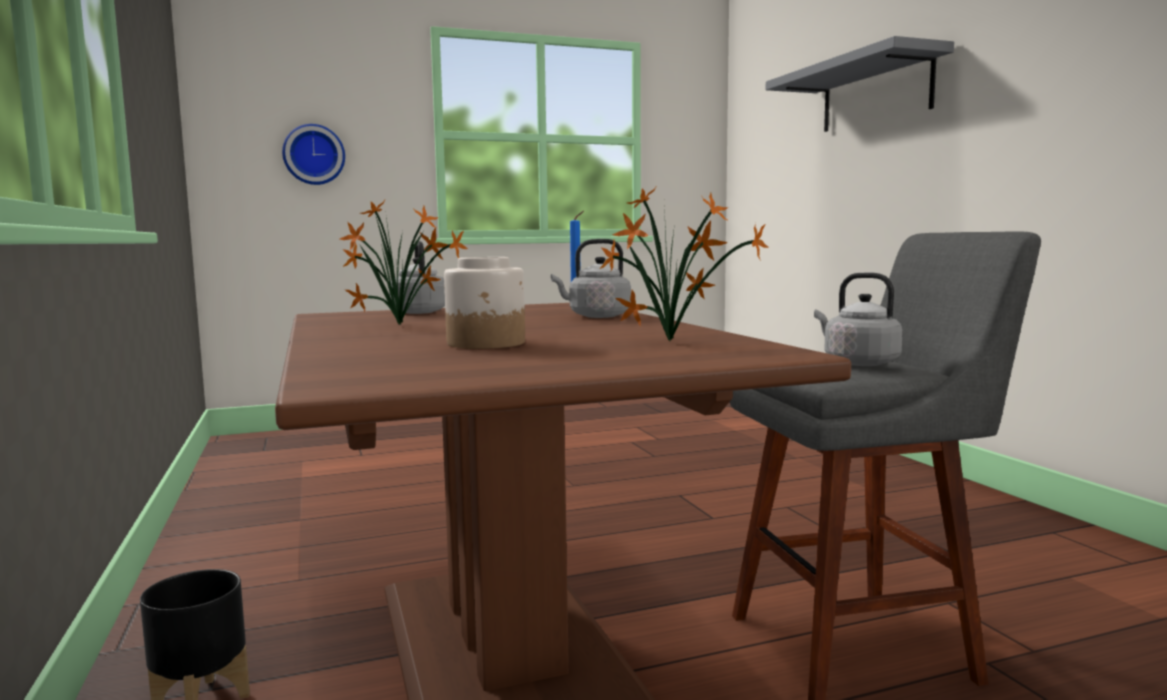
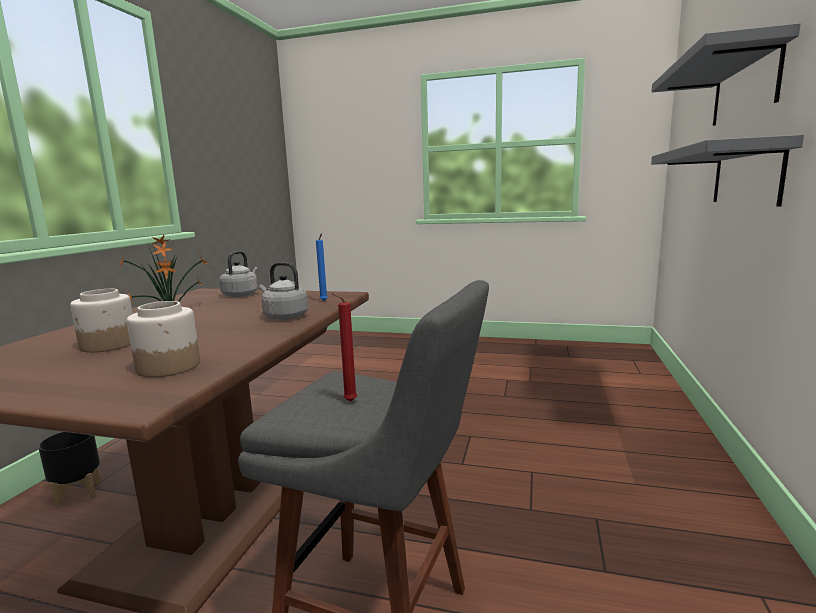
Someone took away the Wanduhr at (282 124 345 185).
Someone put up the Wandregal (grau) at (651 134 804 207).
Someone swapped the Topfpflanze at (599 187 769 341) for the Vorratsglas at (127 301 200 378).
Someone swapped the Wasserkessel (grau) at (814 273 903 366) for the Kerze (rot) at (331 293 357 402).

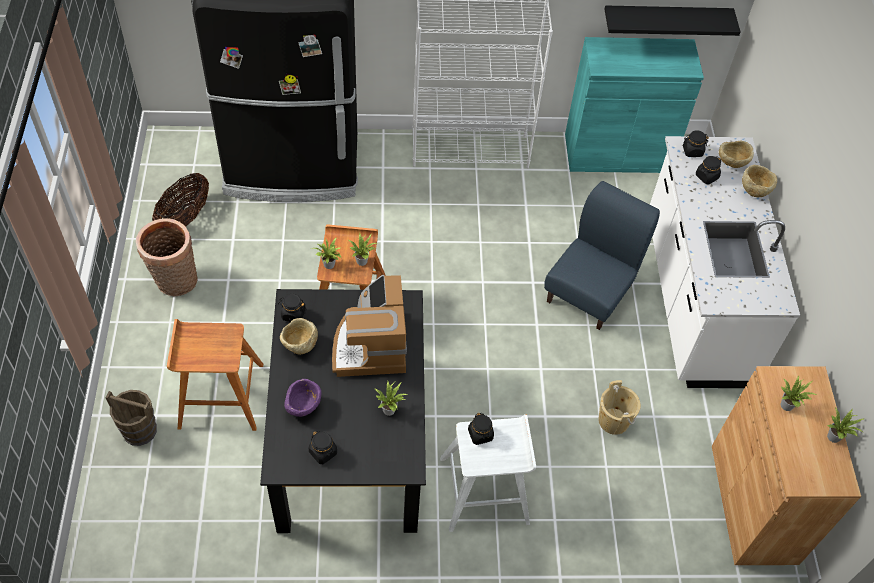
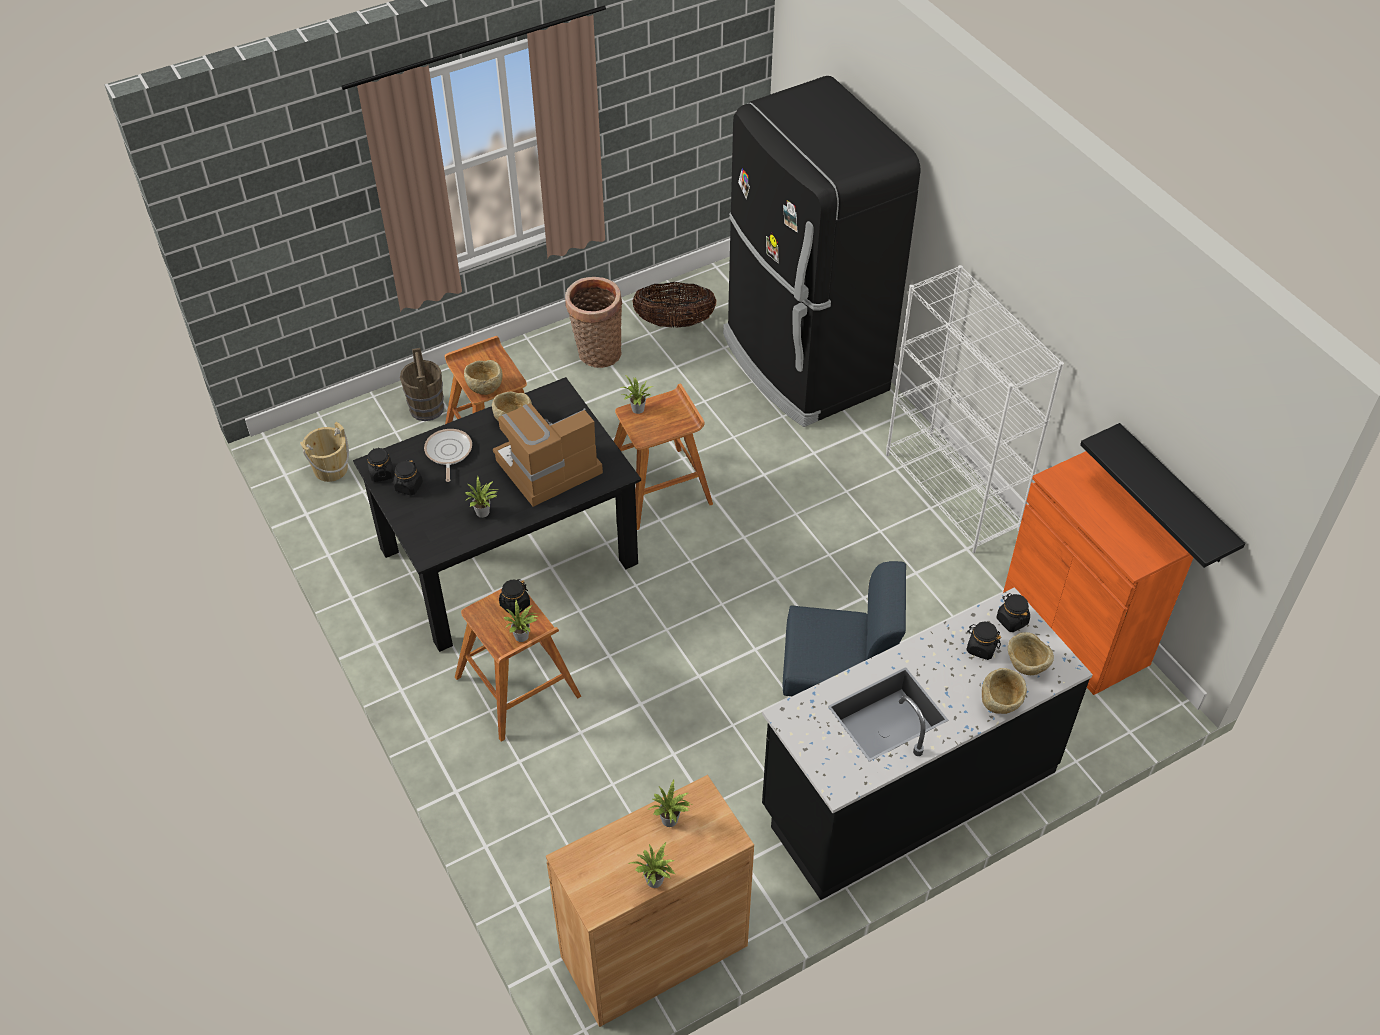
Someone put down the Schüssel (beige) at (464 360 503 395).
Someone carried the Vorratsglas (schwarz) from (278 294 307 322) to (367 447 394 482).
Someone carried the Topfpflanze from (349 233 377 266) to (503 600 539 642).
Someone carried the Eimer (beige) from (598 380 641 435) to (300 422 349 482).
Someone swapped the Schüssel (lila) at (284 379 321 417) for the Pfanne at (424 429 472 482).
Someone repainted the Hocker (weiß) at (440 414 536 532), which became the Hocker (braun) at (455 589 581 742).
Someone repainted the Schrank (türkis) at (565 37 704 173), which became the Schrank (orange) at (1003 451 1194 695).
Someone repainted the Küchenzeile (weiß) at (650 136 800 388), which became the Küchenzeile (schwarz) at (762 587 1093 900).

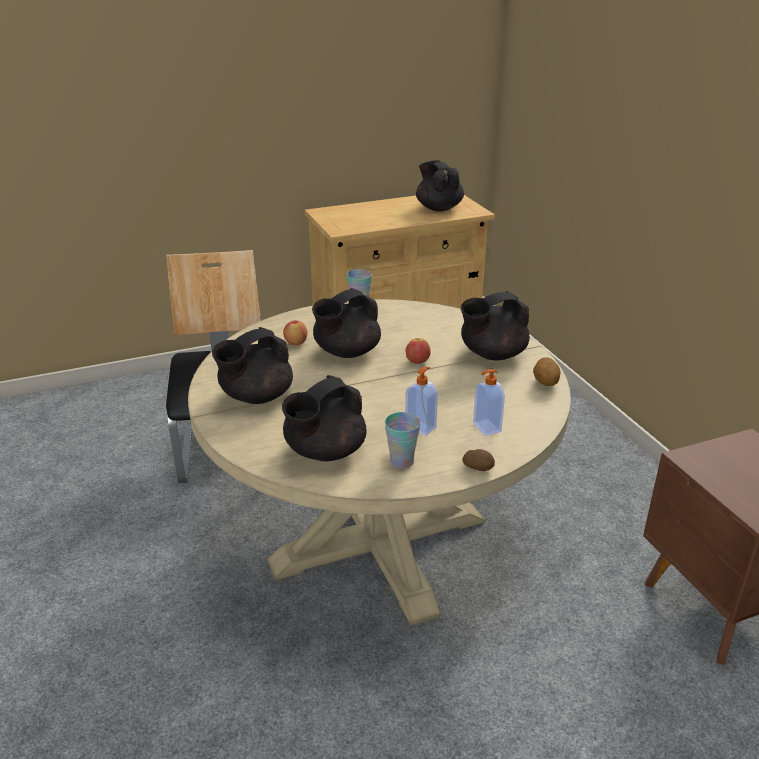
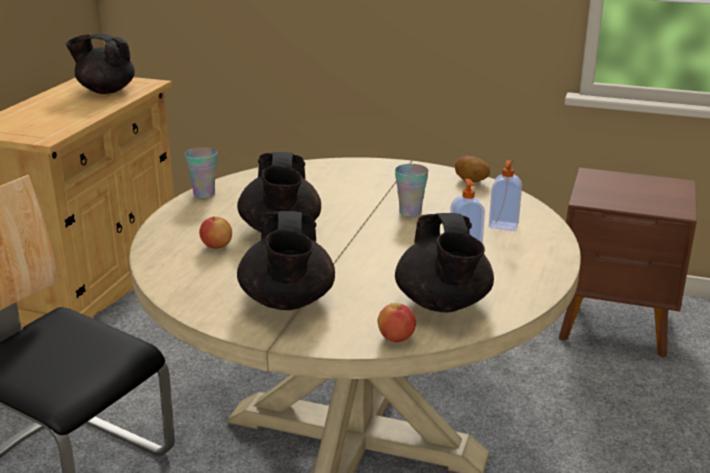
Someone took away the Teekanne (schwarz) at (461 291 530 361).
Someone took away the Kartoffel at (462 449 495 471).
Someone carried the Tasse from (385 412 421 469) to (395 164 428 217).
Someone carried the Apfel from (405 338 431 364) to (378 303 416 342).

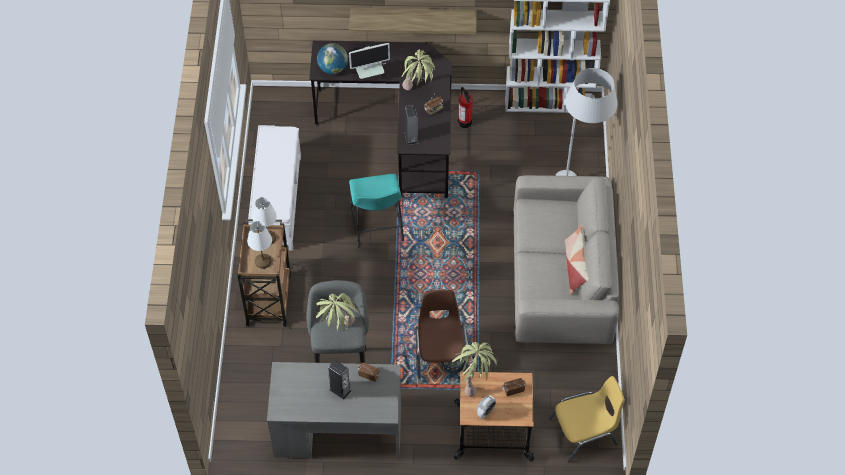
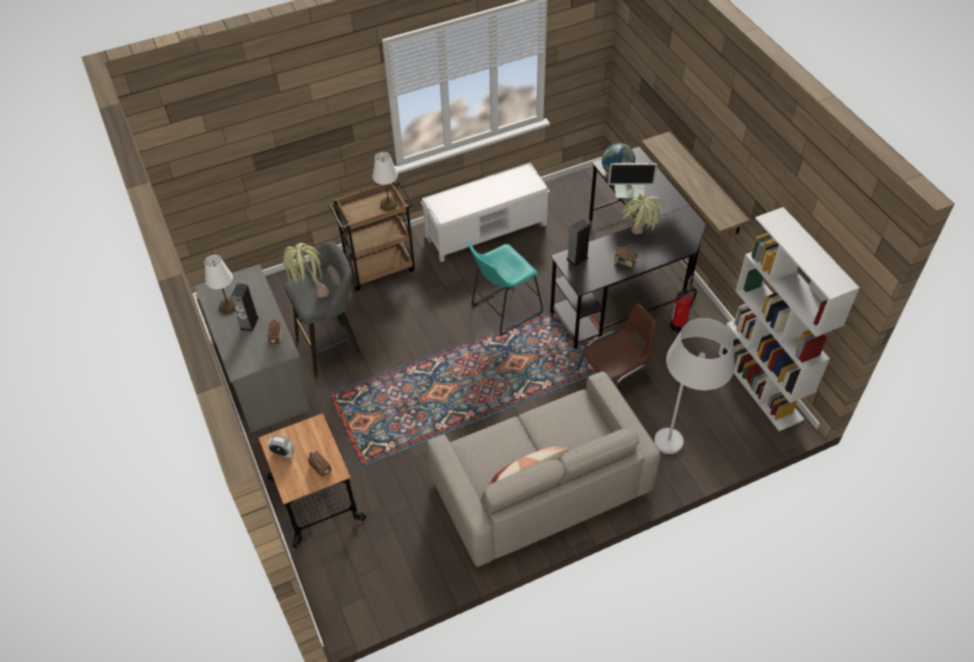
Someone took away the Topfpflanze at (452 342 498 397).
Someone took away the Stuhl (gelb) at (549 376 625 462).
Someone carried the Tischlampe (weiß) from (247 221 272 269) to (204 255 235 314).
Someone carried the Stuhl (braun) from (415 290 469 379) to (576 304 656 387).
Someone rotated the Monitor at (349 43 390 79) by 45 degrees counterclockwise.

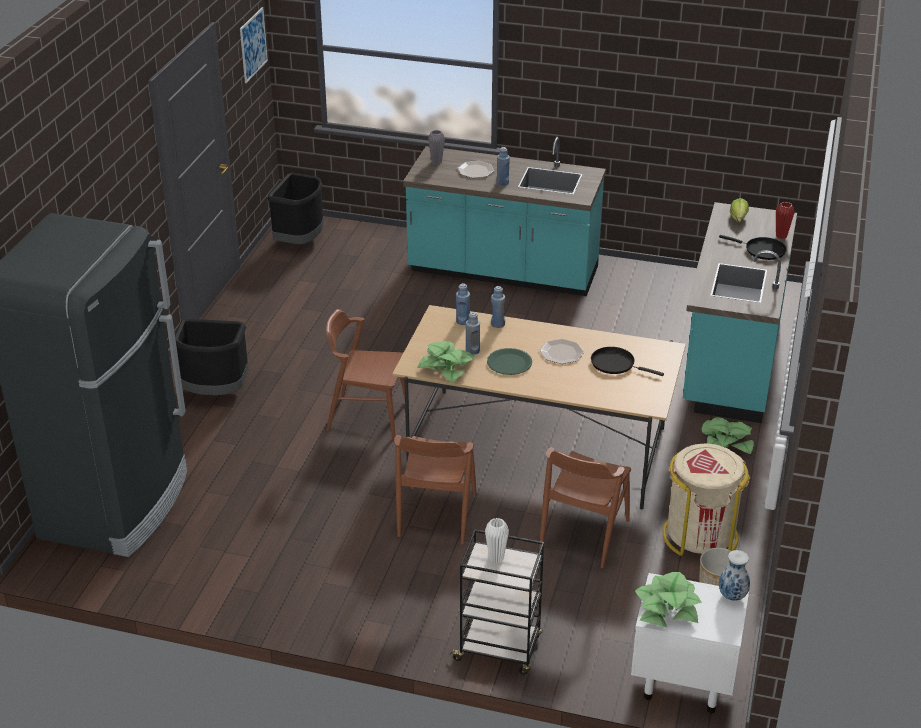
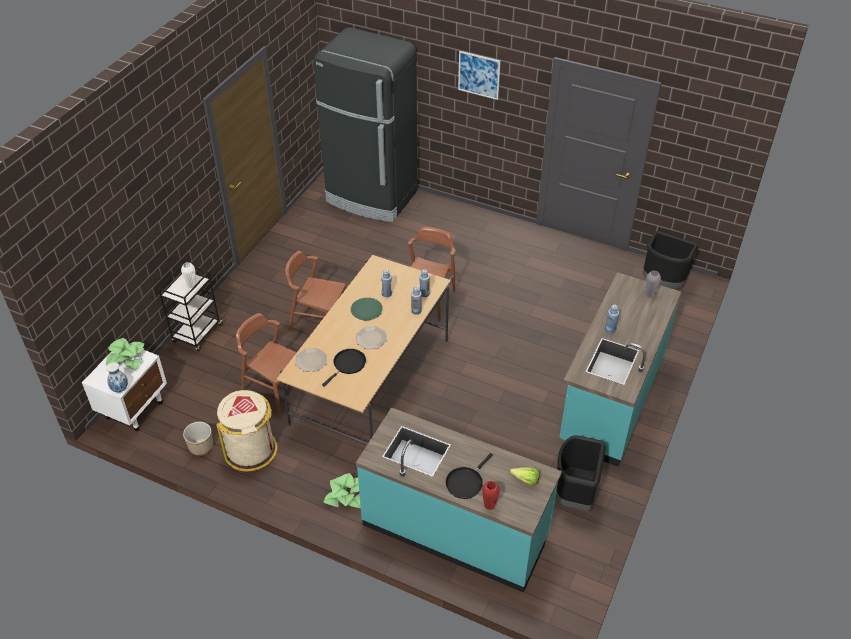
Someone took away the Topfpflanze at (417 341 475 383).
Someone carried the Mülleimer (schwarz) from (175 319 249 395) to (556 435 606 511).
Someone carried the Bild from (240 7 268 83) to (458 51 501 100).
Someone carried the Teller from (458 161 494 178) to (295 348 327 372).

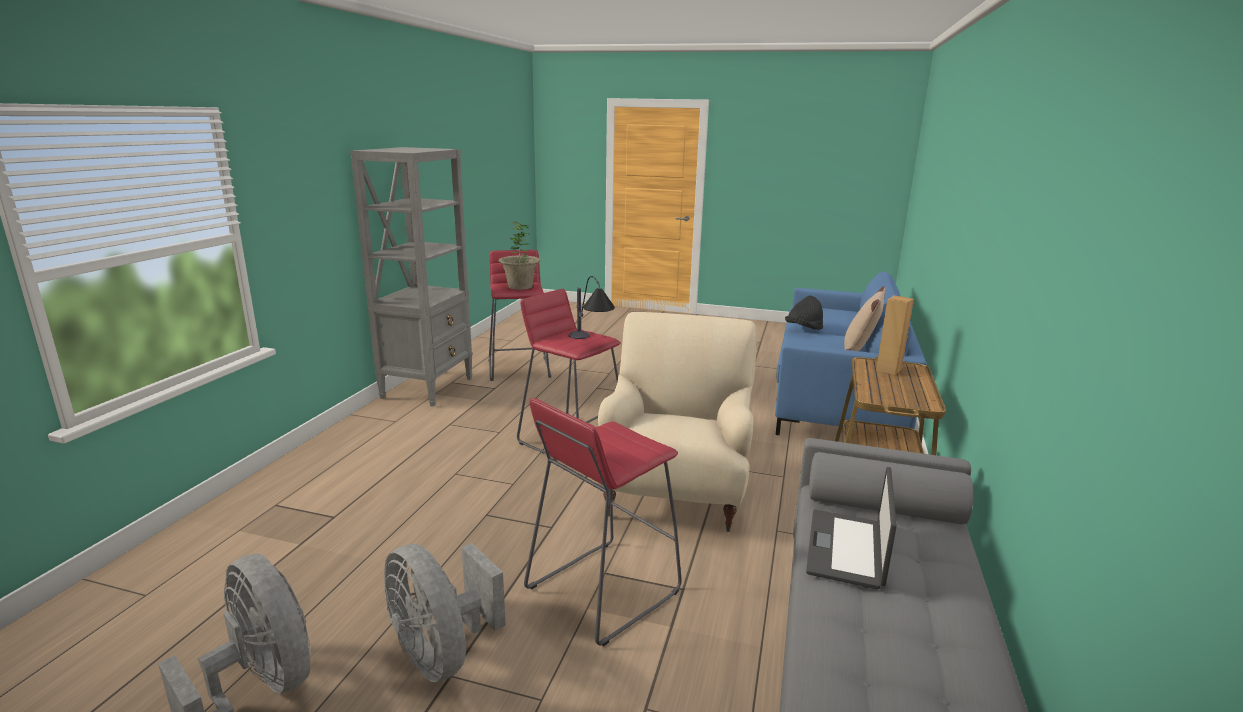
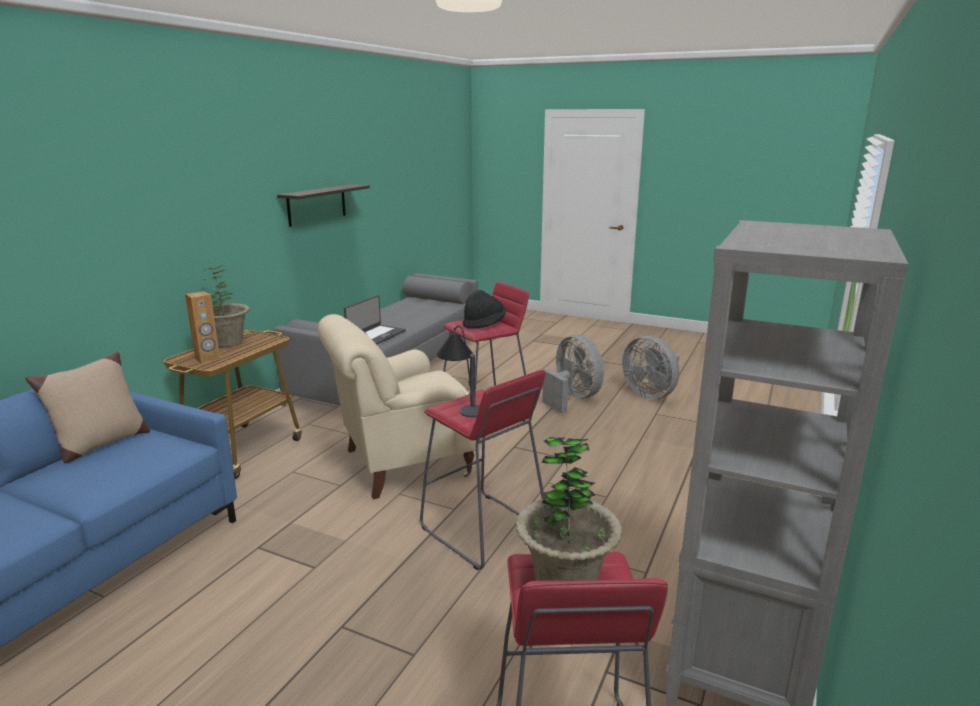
Someone put down the Topfpflanze at (203 265 250 347).
Someone put up the Wandregal at (277 184 370 227).
Someone carried the Hut (schwarz) from (785 296 823 330) to (463 290 506 329).
Someone rotated the Sessel (beige) at (597 312 757 532) by 45 degrees clockwise.

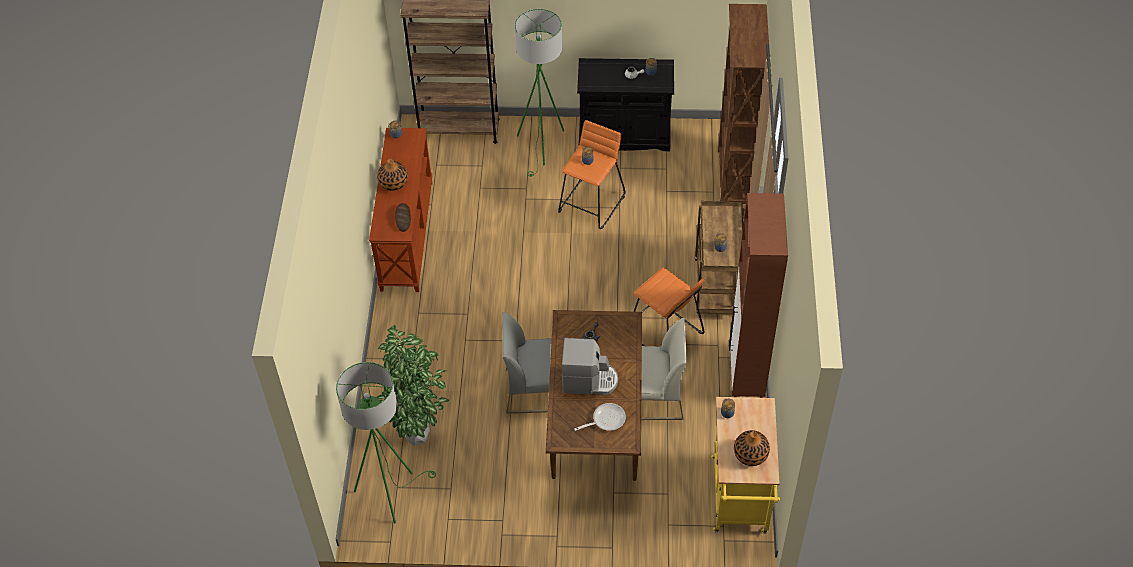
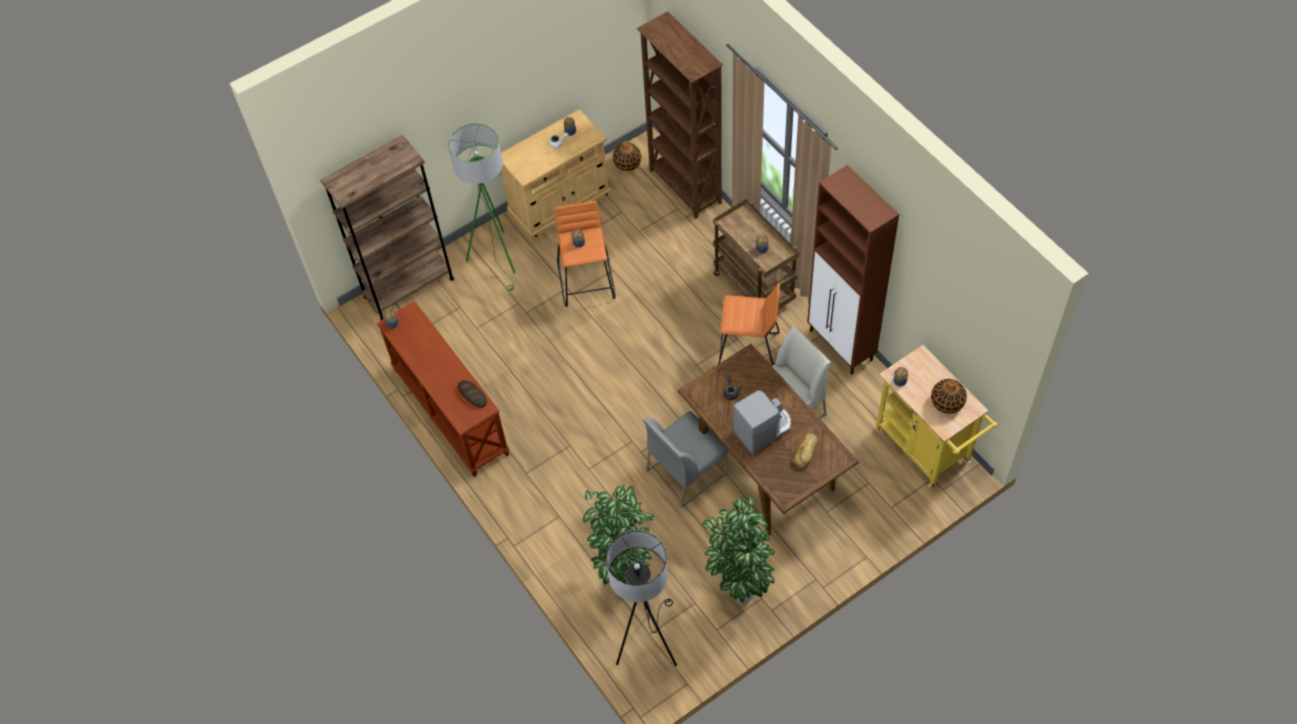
Someone put down the Topfpflanze at (702 494 775 603).
Someone carried the Vase from (377 159 408 191) to (613 141 641 171).
Someone swapped the Pfanne at (574 403 626 431) for the Brot at (793 433 818 469).
Someone repainted the Stehlampe (grün) at (336 362 436 523), which became the Stehlampe (schwarz) at (606 530 677 666).
Someone repainted the Schrank (schwarz) at (577 58 674 151), which became the Schrank (beige) at (501 109 611 241).

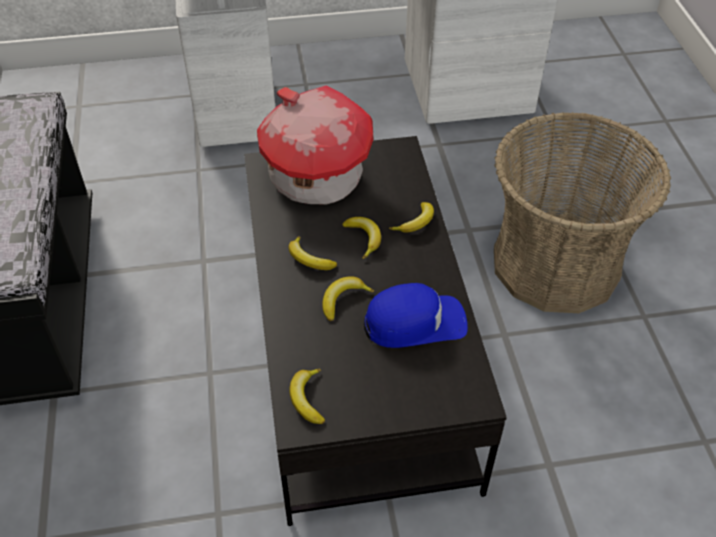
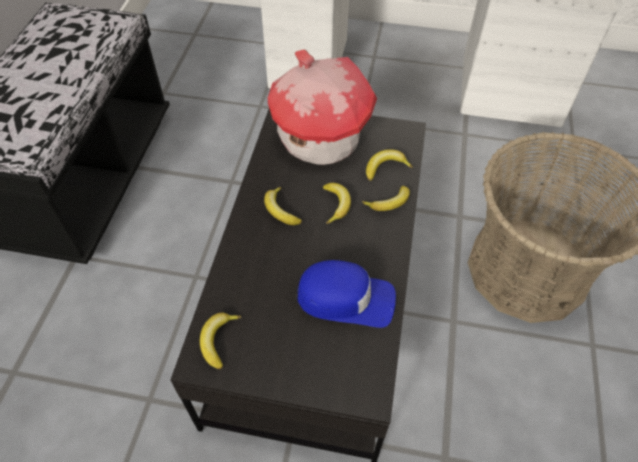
Someone carried the Banane from (322 276 374 321) to (366 149 413 181).

